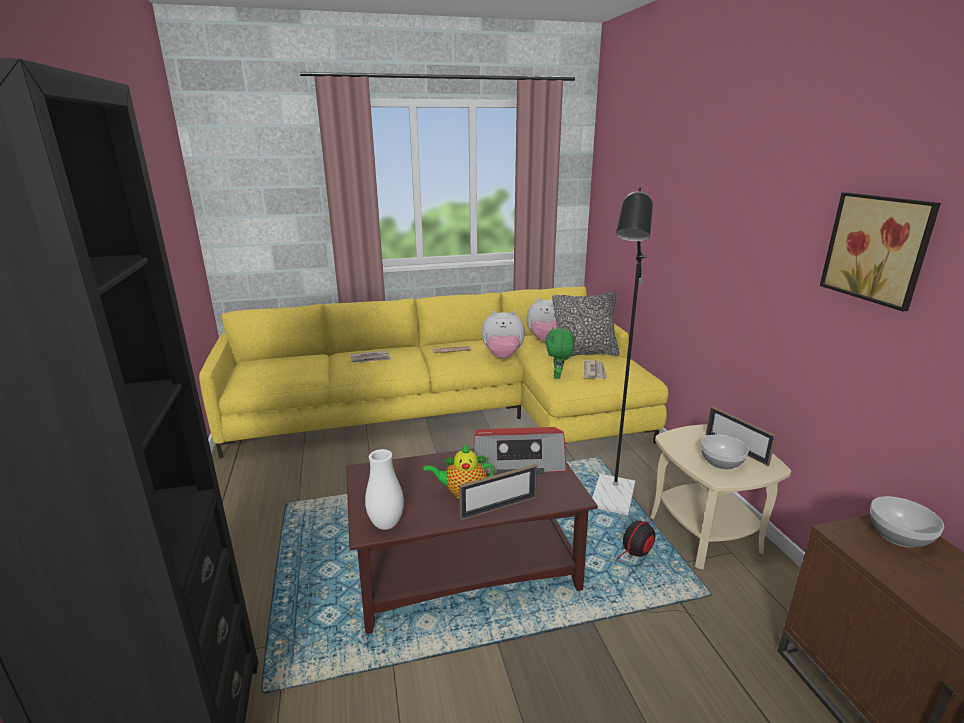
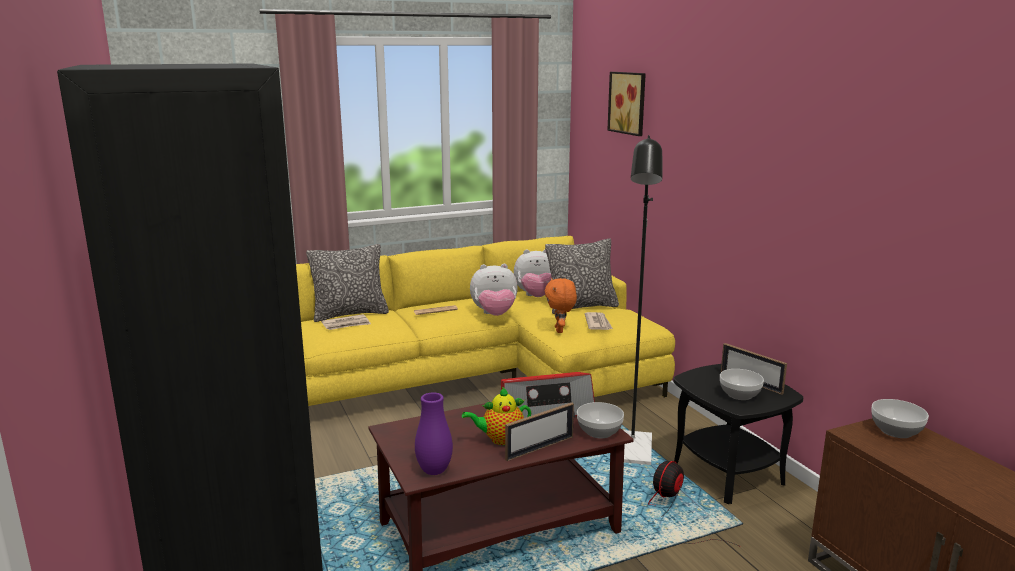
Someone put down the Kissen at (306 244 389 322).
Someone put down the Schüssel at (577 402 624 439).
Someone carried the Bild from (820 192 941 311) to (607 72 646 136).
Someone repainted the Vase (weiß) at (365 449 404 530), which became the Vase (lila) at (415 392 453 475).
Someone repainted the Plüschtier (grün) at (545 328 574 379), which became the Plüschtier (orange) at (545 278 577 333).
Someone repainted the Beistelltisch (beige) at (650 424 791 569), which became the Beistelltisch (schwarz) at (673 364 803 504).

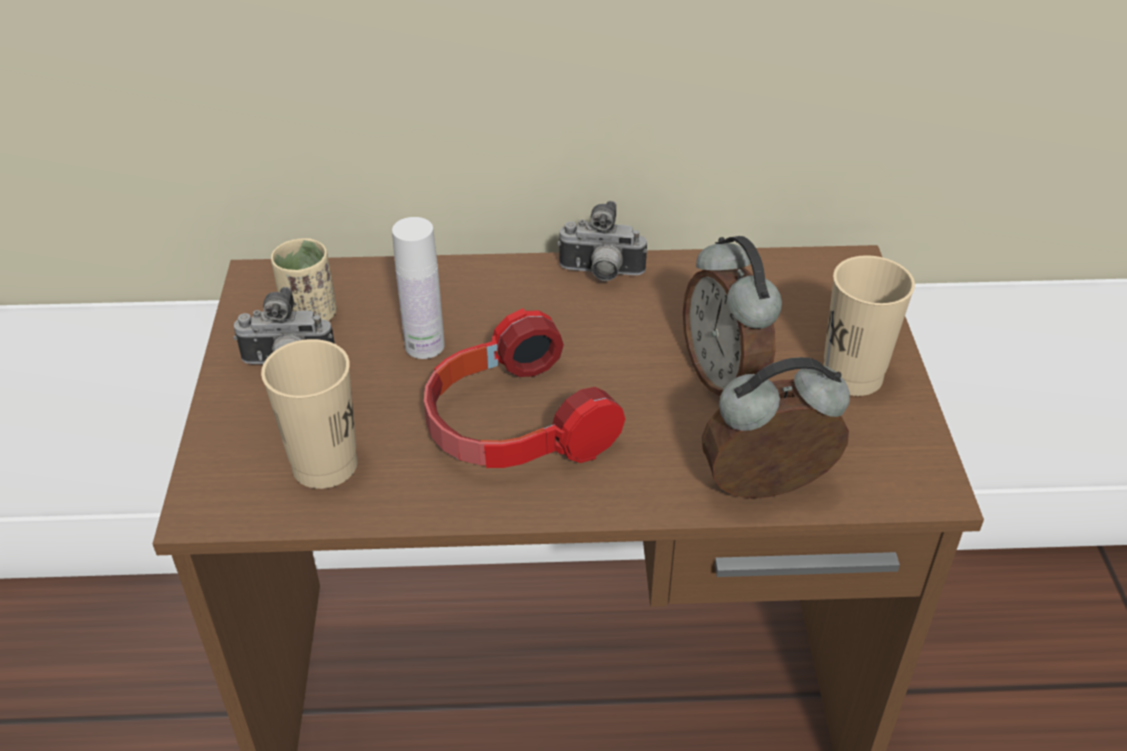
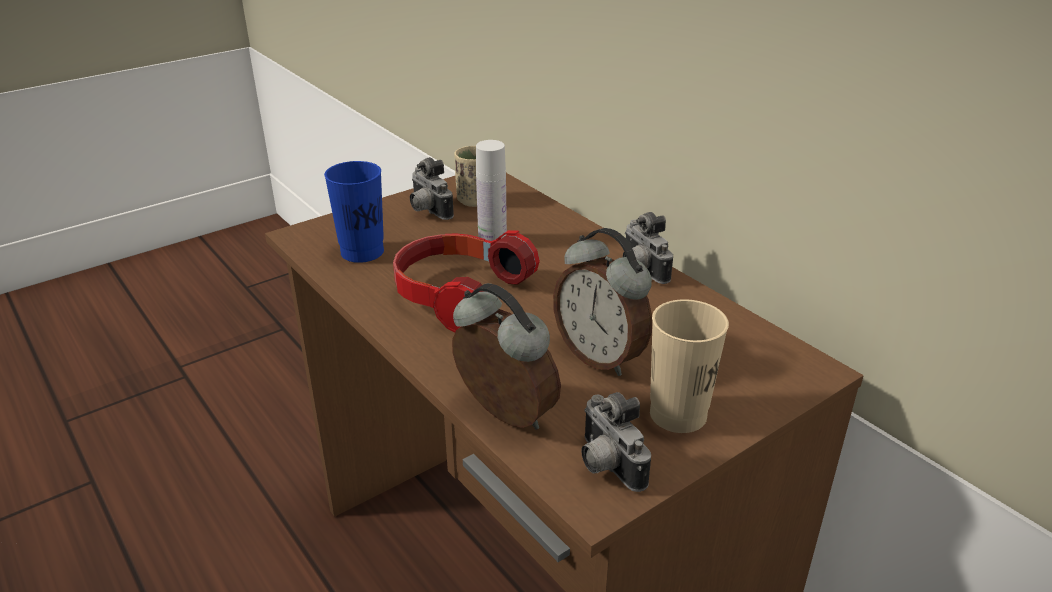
Someone put down the Kamera at (581 392 651 492).
Someone repainted the Tasse (beige) at (261 339 358 489), which became the Tasse (blau) at (324 161 384 263).
Someone rotated the Wecker at (683 236 782 396) by 75 degrees counterclockwise.

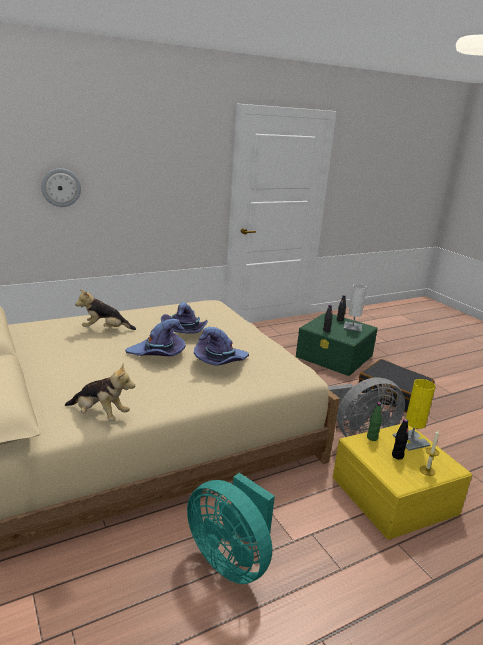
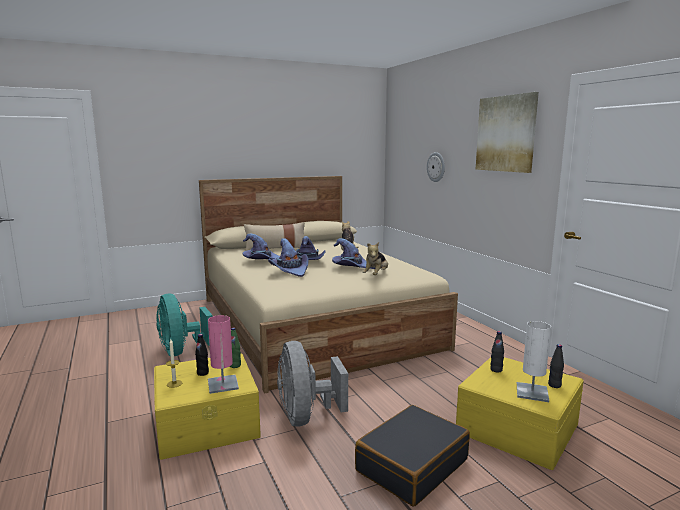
Someone put down the Hut (lila) at (242 234 280 259).
Someone put down the Kissen (beige) at (244 222 305 251).
Someone put up the Bild at (476 92 539 173).
Someone carried the Plüschtier from (65 363 135 421) to (362 242 388 275).
Someone repainted the Aufbewahrungsbox (grün) at (296 313 378 376), which became the Aufbewahrungsbox (gelb) at (456 357 584 470).
Someone repainted the Tischlampe (gelb) at (393 379 435 451), which became the Tischlampe (rosa) at (208 315 239 394).
Someone rotated the Ventilator (türkis) at (187 473 275 584) by 75 degrees counterclockwise.

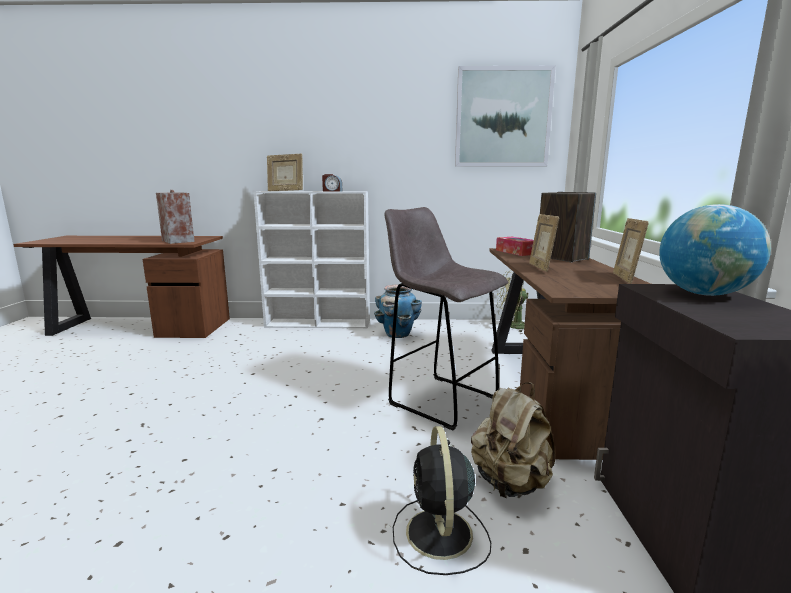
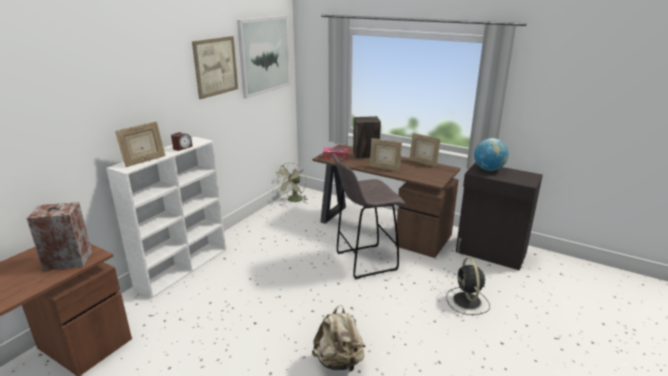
Someone took away the Pflanzkübel at (374 285 422 338).
Someone put up the Bild at (192 36 238 99).
Someone carried the Rucksack (beige) from (471 382 555 498) to (312 305 366 372).
Someone rotated the Ventilator (schwarz) at (393 426 491 575) by 60 degrees clockwise.

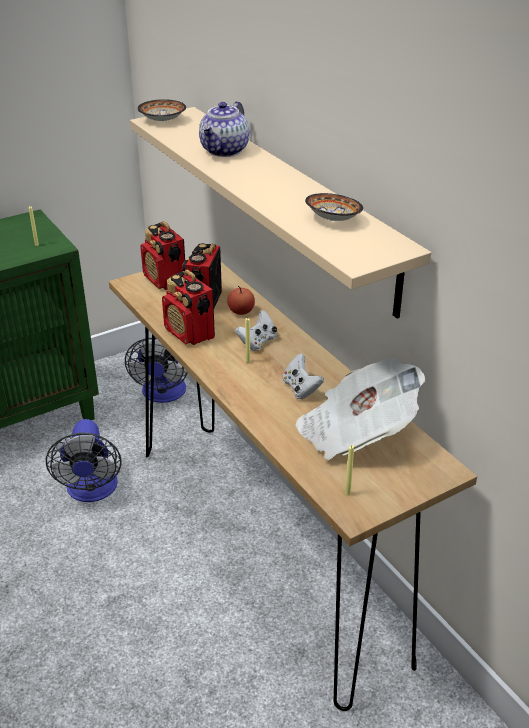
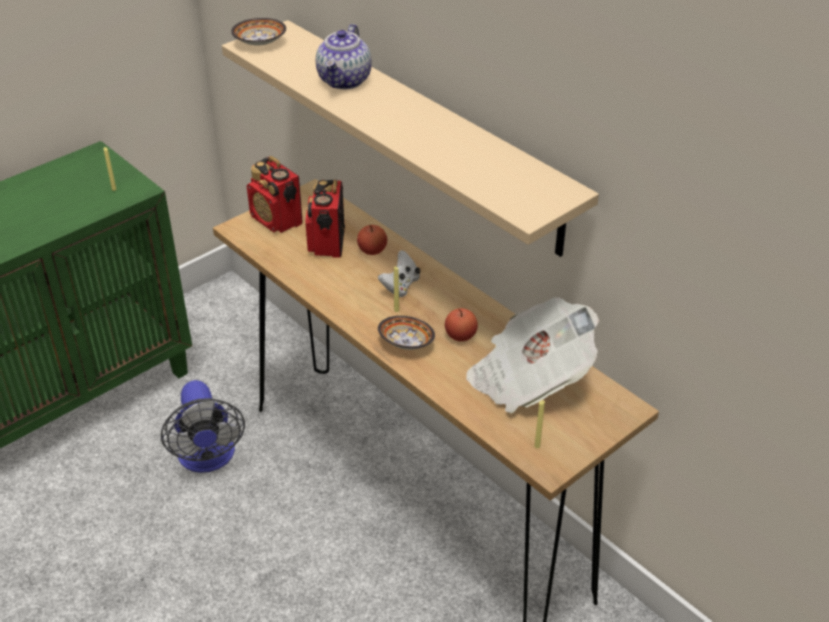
Someone took away the Ventilator at (125 338 188 403).
Someone took away the Radio at (162 270 215 345).
Someone carried the Schüssel from (305 193 363 221) to (378 316 435 350).
Someone swapped the Gamepad (weiß) at (283 353 324 399) for the Apfel at (445 308 478 341).

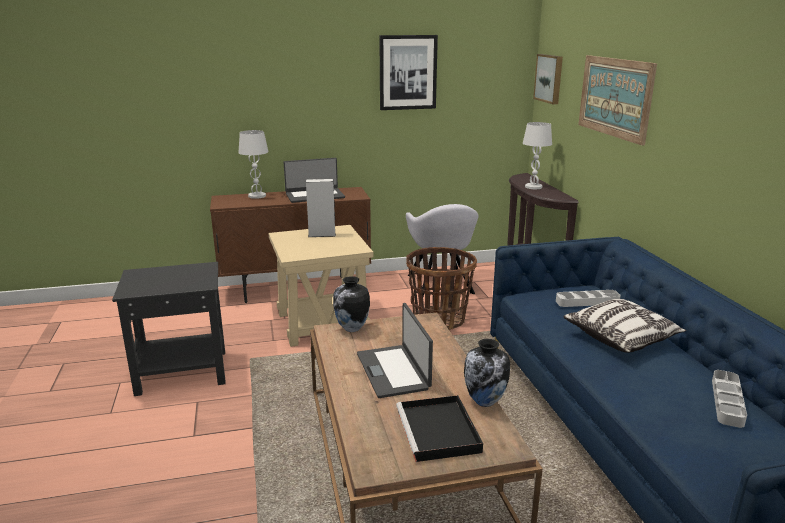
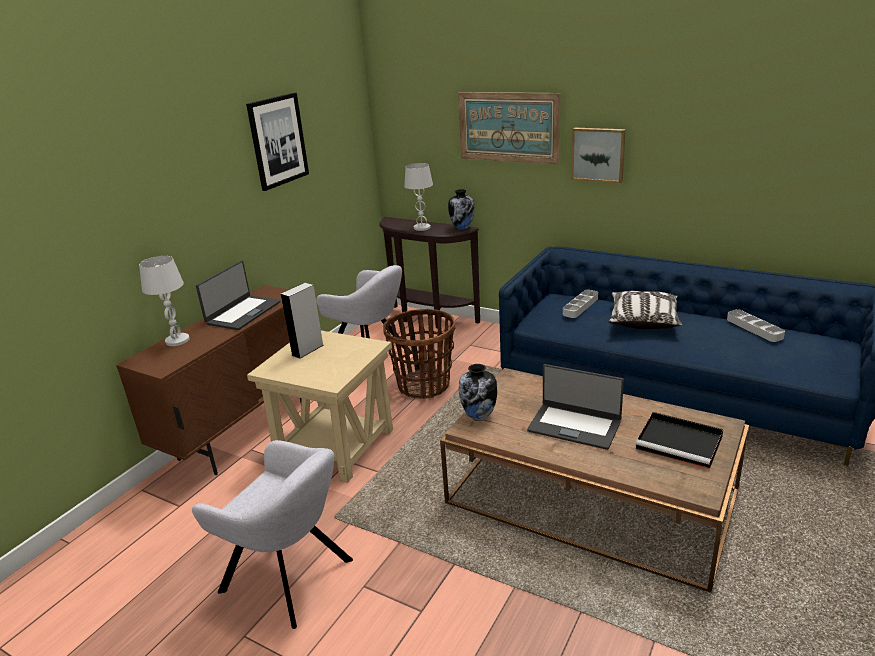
Someone carried the Vase from (464 339 510 407) to (448 189 475 230).
Someone carried the Bild from (533 54 563 104) to (571 128 626 183).
Someone swapped the Beistelltisch (schwarz) at (112 262 226 396) for the Sessel (grau) at (192 440 353 629).

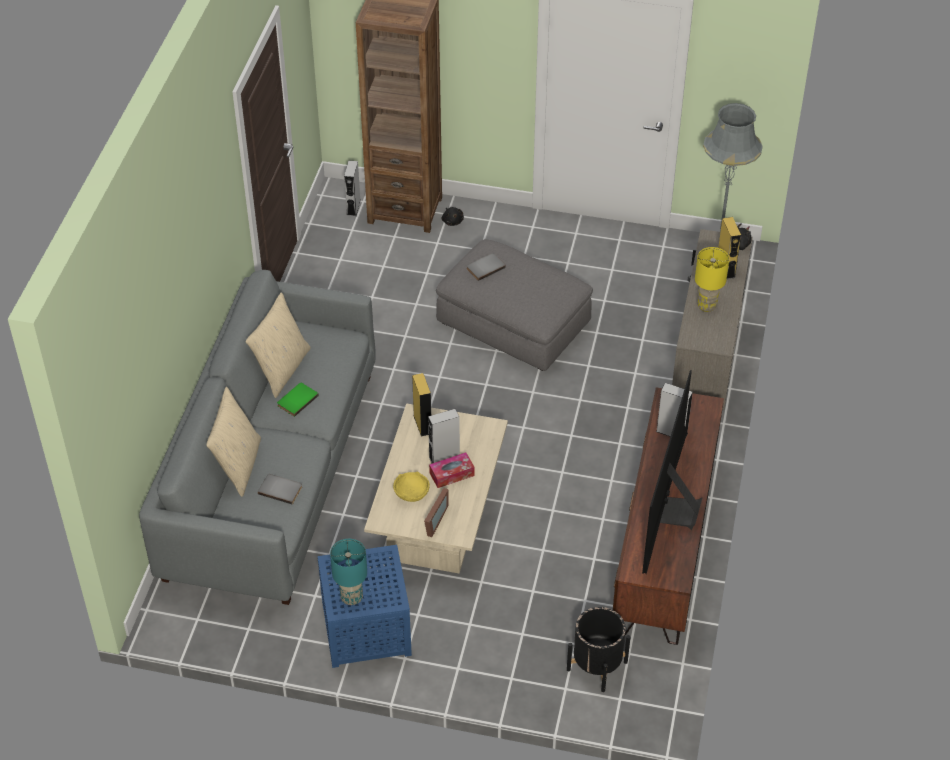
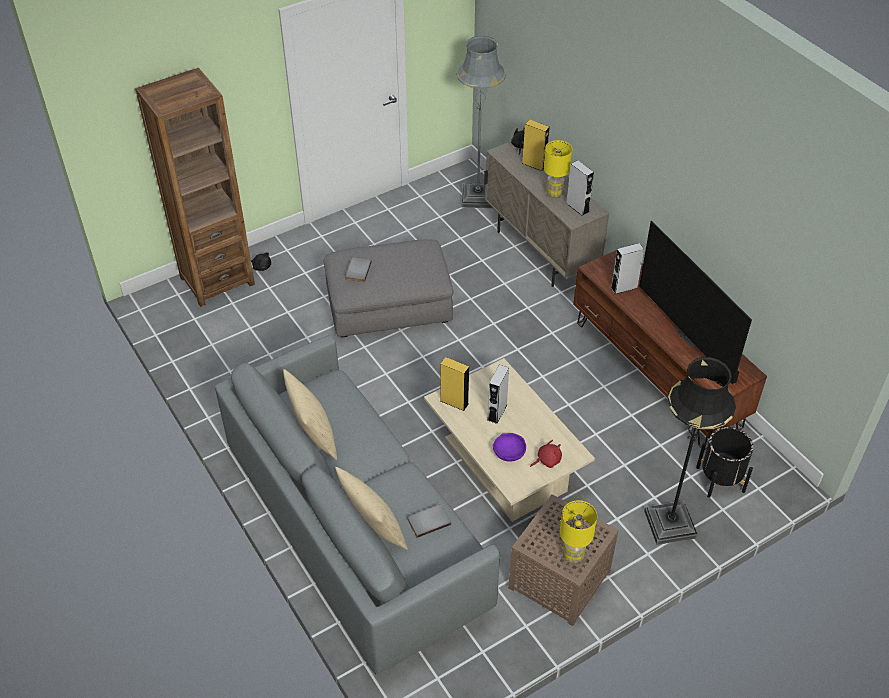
Someone took away the Buch (grün) at (277 383 319 417).
Someone took away the Taschentuchbox at (429 452 475 488).
Someone put down the Stehlampe (schwarz) at (644 357 736 545).
Someone carried the Lautsprecher (grau) from (344 160 361 216) to (566 160 594 216).
Someone swapped the Bilderrahmen at (424 488 449 537) for the Plüschtier (rot) at (530 440 562 468).
Someone repainted the Beistelltisch (blau) at (318 545 412 668), which became the Beistelltisch (braun) at (508 494 619 626).
Someone repainted the Tischlampe (türkis) at (330 539 367 605), which became the Tischlampe (gelb) at (560 500 597 563).
Someone repainted the Schüssel (gelb) at (393 472 430 502), which became the Schüssel (lila) at (493 433 526 462).

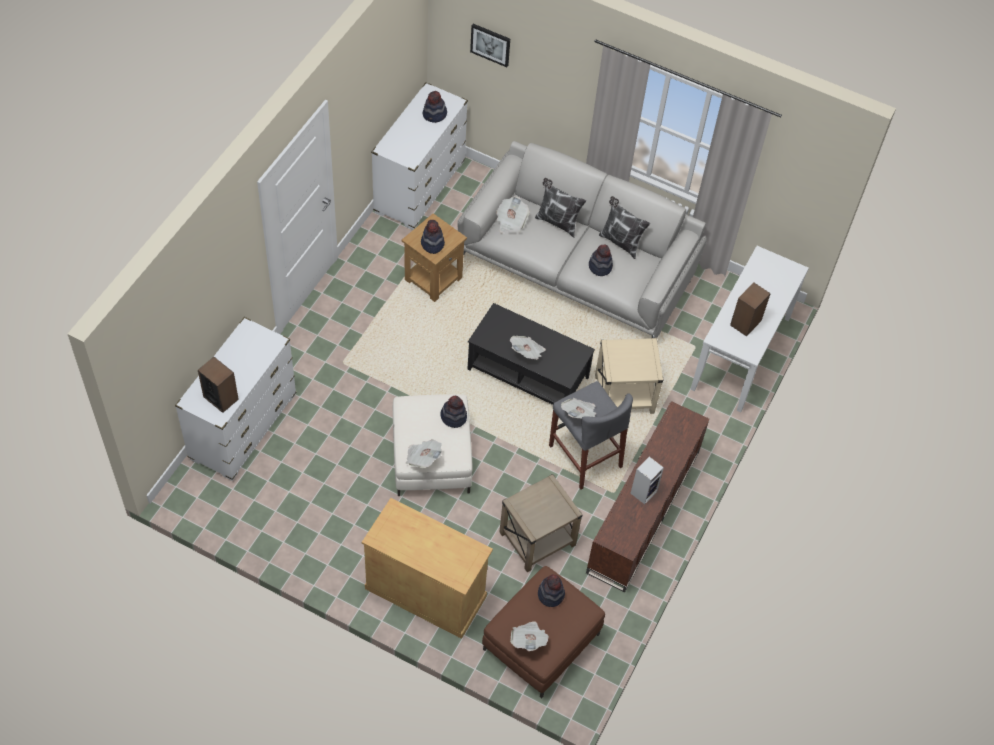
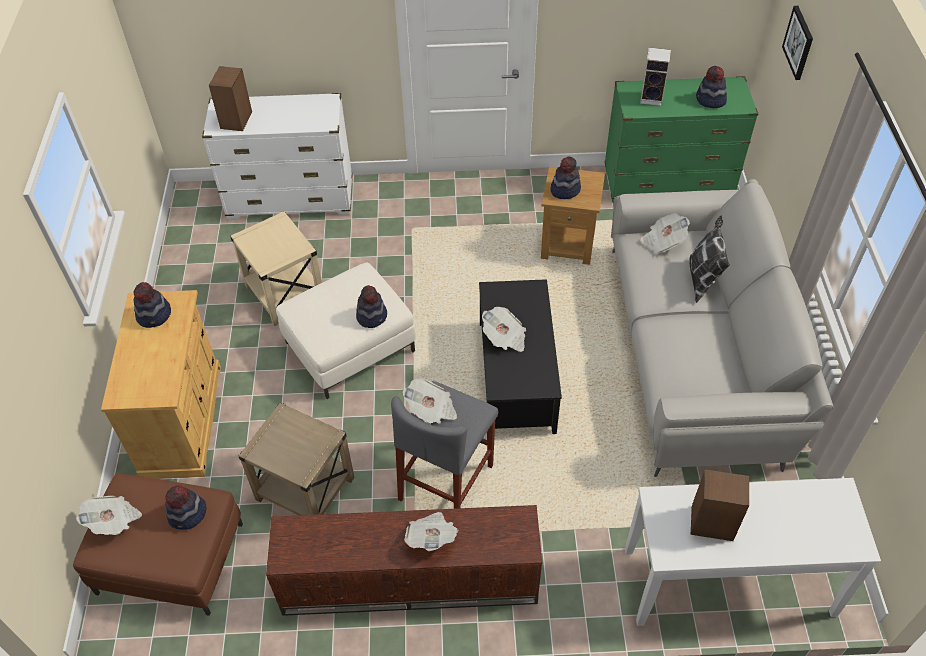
Someone took away the Kissen at (599 196 650 259).
Someone carried the Zeitung from (406 439 442 468) to (404 512 458 551).
Someone carried the Hut from (589 244 613 276) to (133 282 171 328).
Someone carried the Beistelltisch (beige) from (595 338 664 414) to (230 211 322 326).
Someone carried the Lautsprecher from (631 456 664 504) to (640 48 671 106).
Someone repainted the Kommode (weiß) at (371 82 468 230), which became the Kommode (grün) at (605 76 758 203).

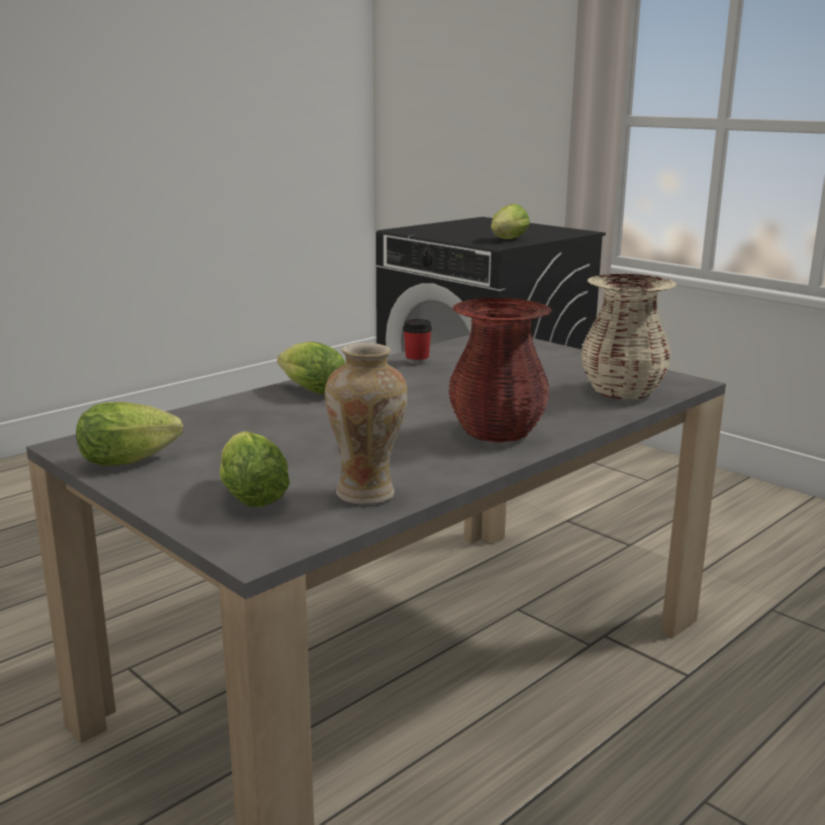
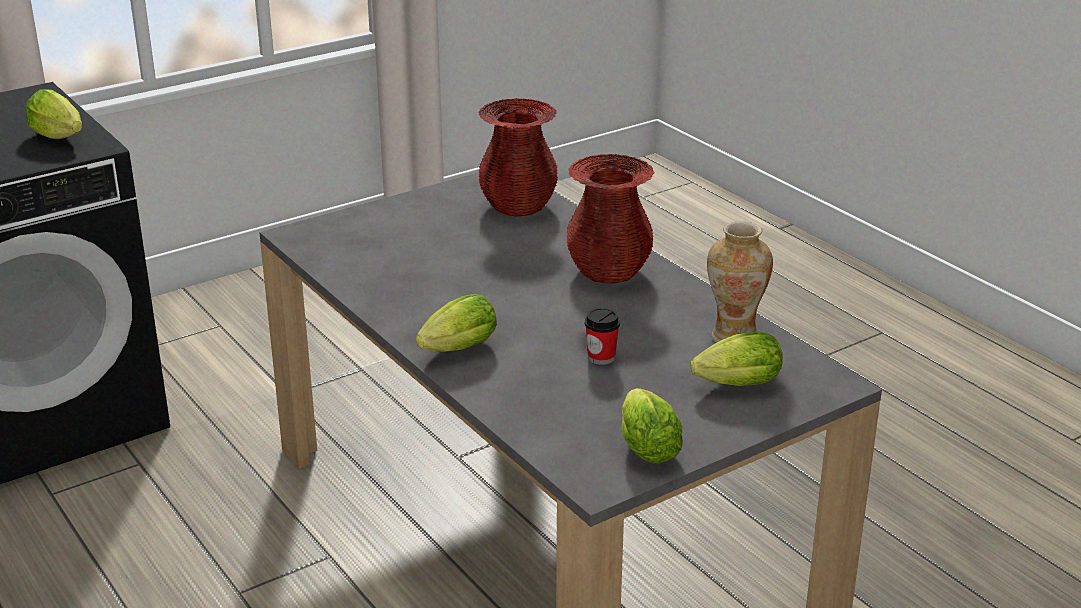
Someone carried the Tasse from (403 319 432 365) to (585 308 620 365).
Someone repainted the Vase (beige) at (581 274 676 399), which became the Vase (rot) at (479 98 558 217).

